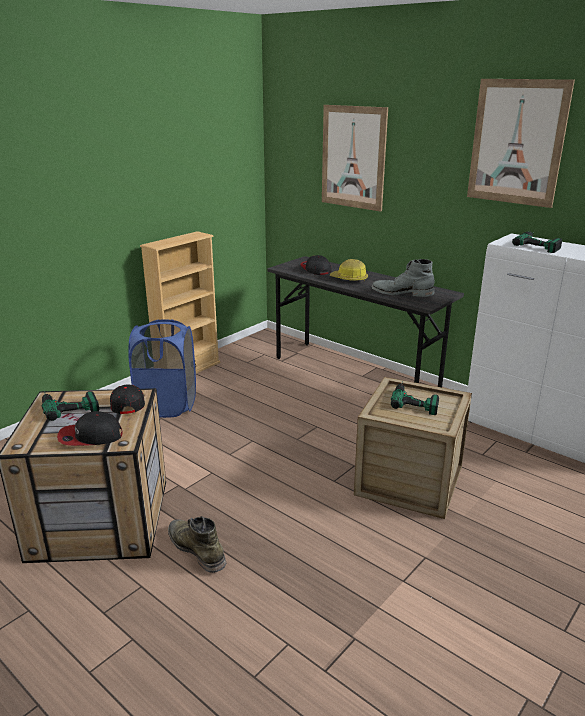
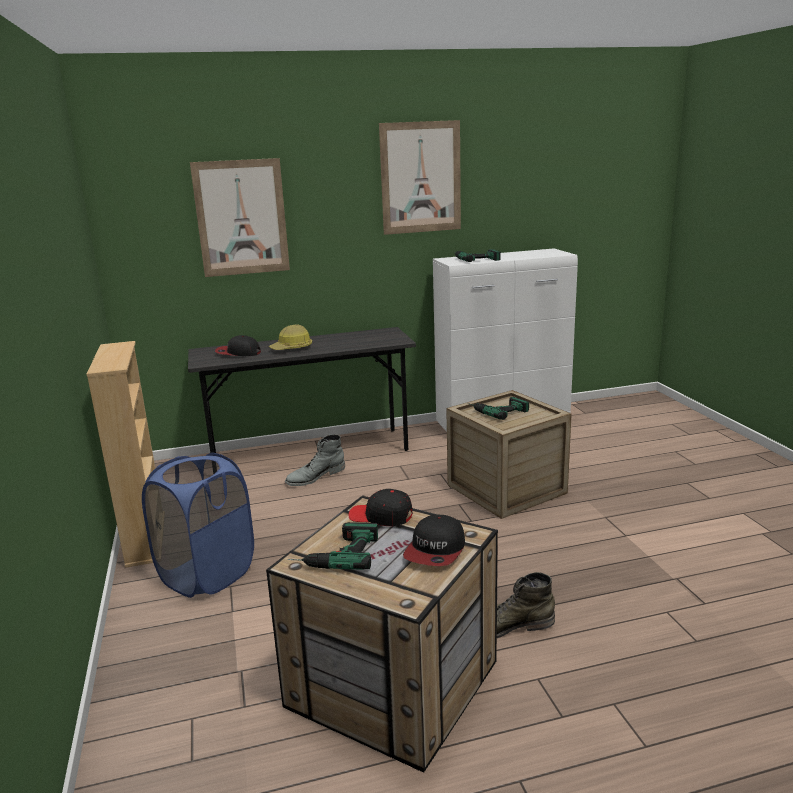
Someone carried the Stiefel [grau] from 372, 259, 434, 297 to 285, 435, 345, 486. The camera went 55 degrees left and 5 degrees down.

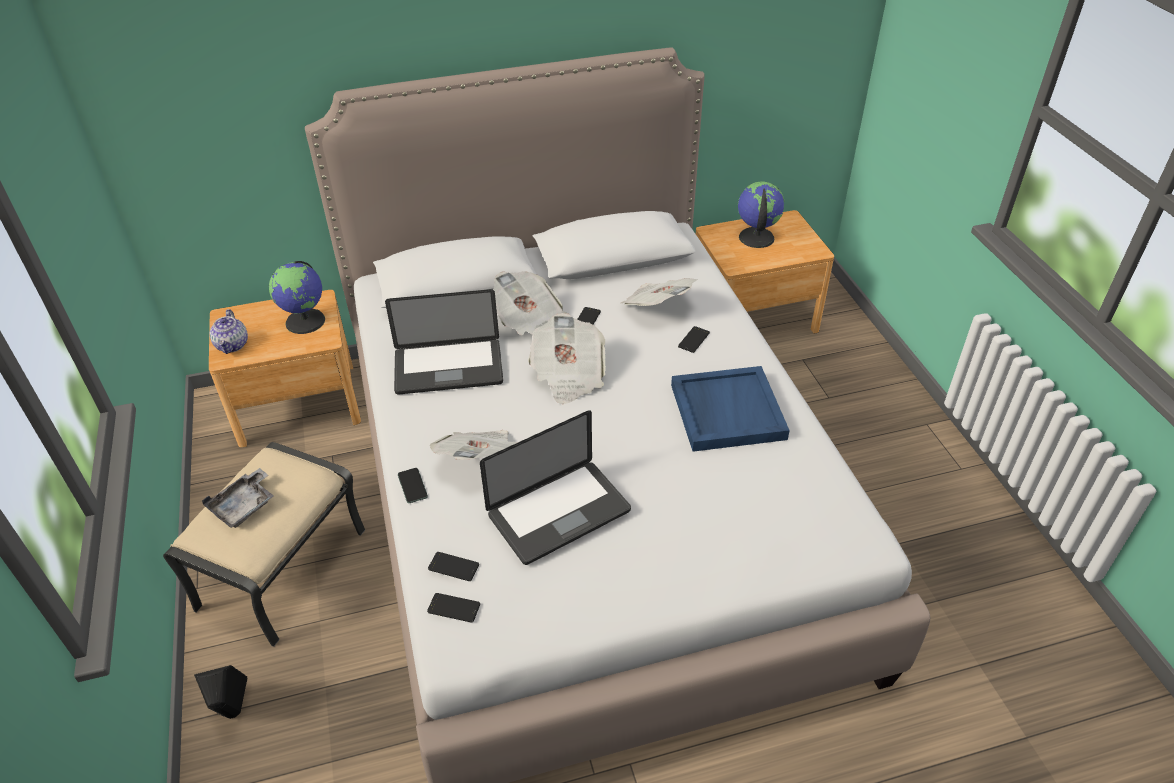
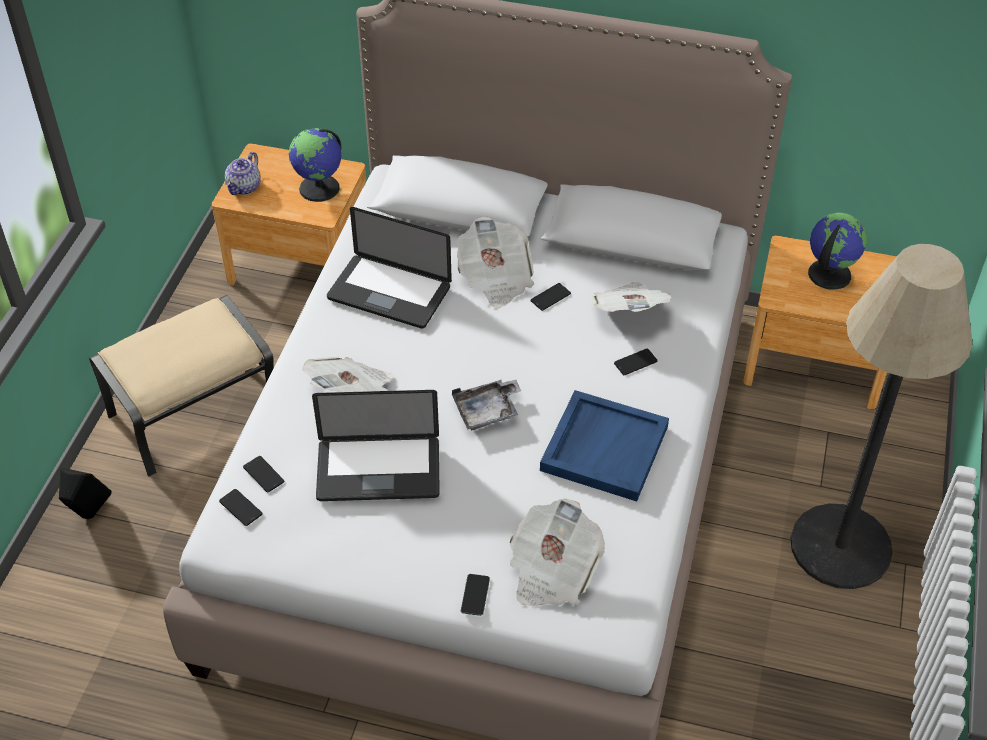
Someone carried the Zeitung from 528, 313, 606, 404 to 510, 499, 605, 606. Someone carried the Tablett [grau] from 202, 468, 274, 528 to 452, 380, 521, 430. Someone carried the Handy from 398, 468, 428, 503 to 461, 574, 490, 616. Someone put down the Stehlampe at 791, 244, 973, 589. The camera went 30 degrees right and 5 degrees up.

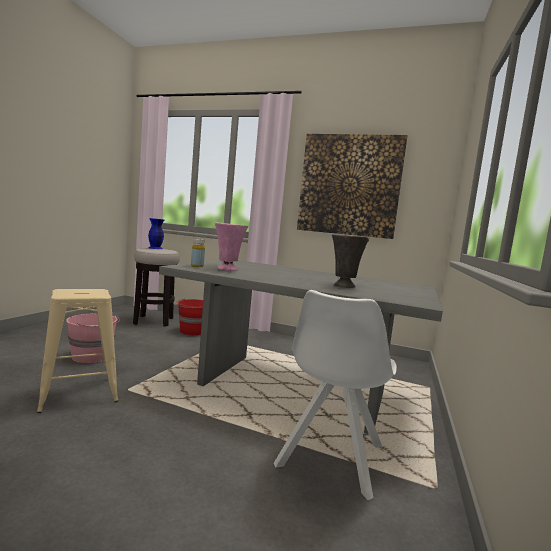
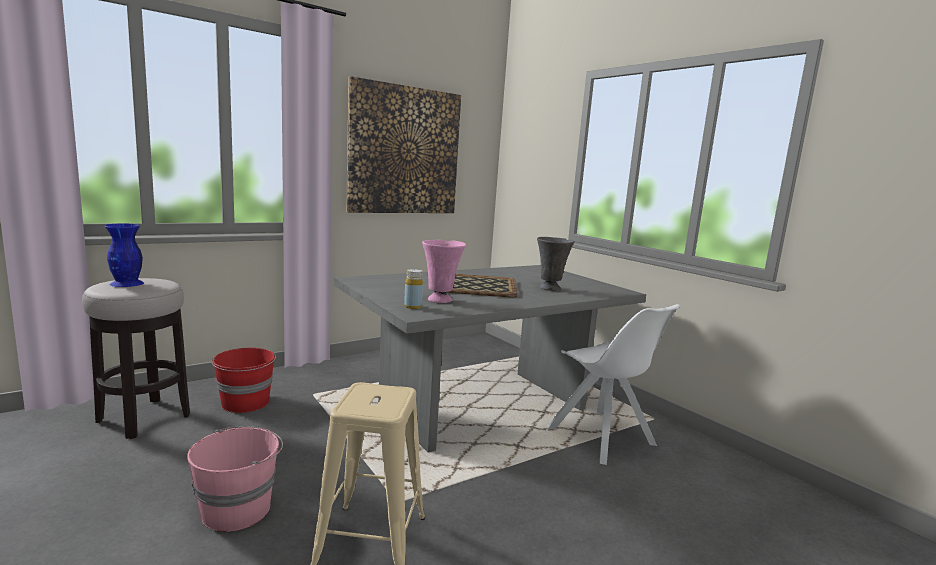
Someone put down the Tablett at 447, 274, 518, 298. The camera went 55 degrees left and 5 degrees up.

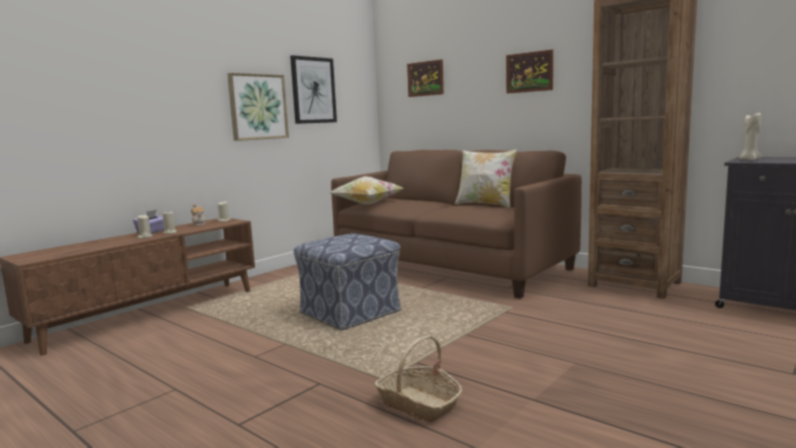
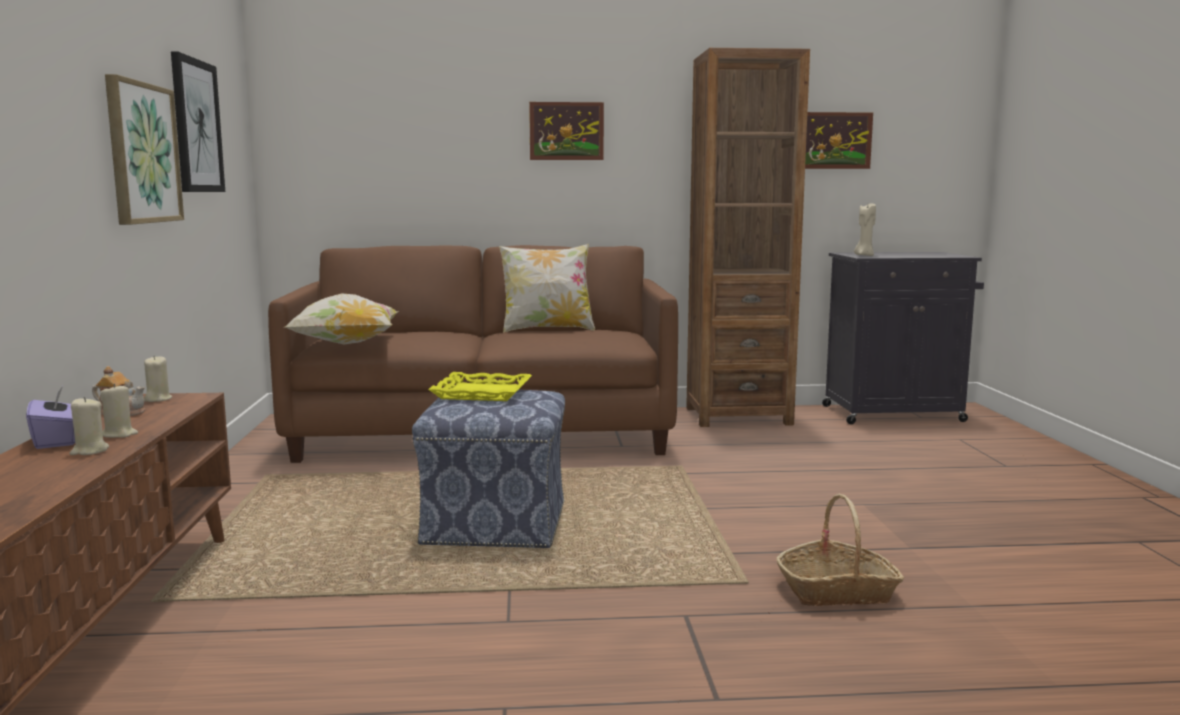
Someone carried the Bild from 407, 59, 444, 97 to 805, 112, 873, 169. Someone put down the Tablett [gelb] at 428, 372, 532, 401. The camera went 45 degrees left and 0 degrees up.

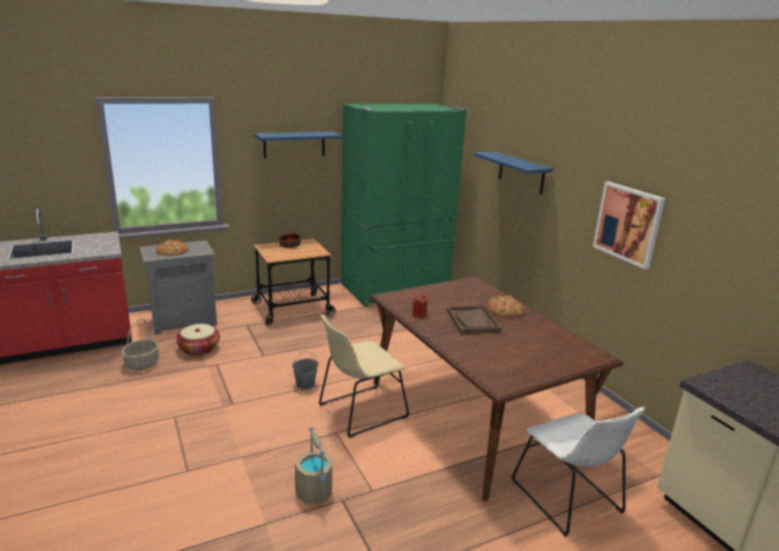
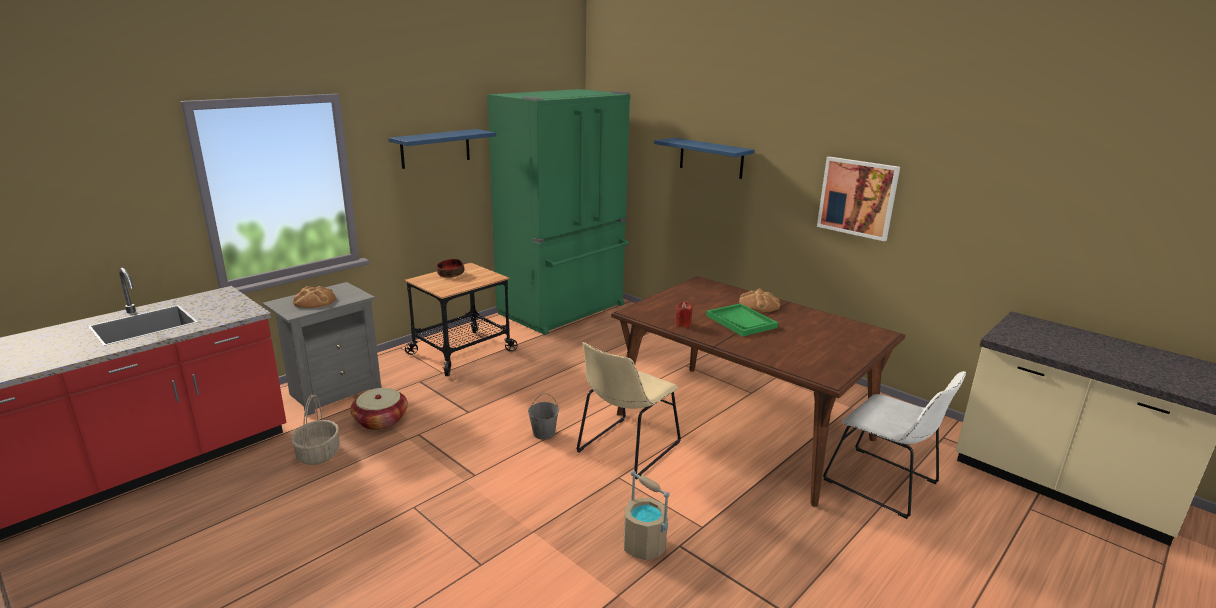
Someone repainted the Tablett [braun] at 447, 305, 501, 334, which became the Tablett [grün] at 706, 303, 778, 337. The camera went 20 degrees left and 0 degrees up.

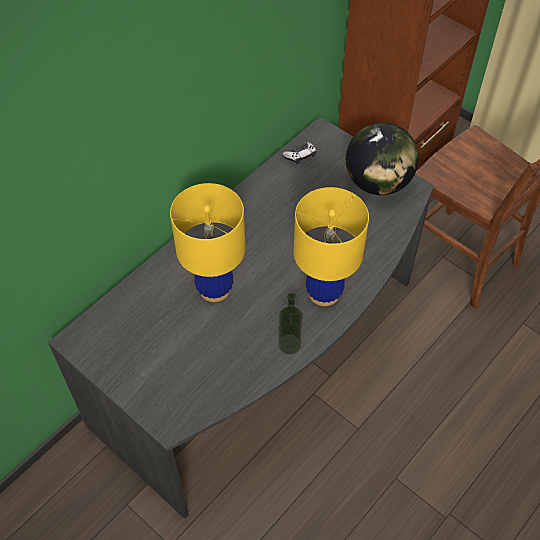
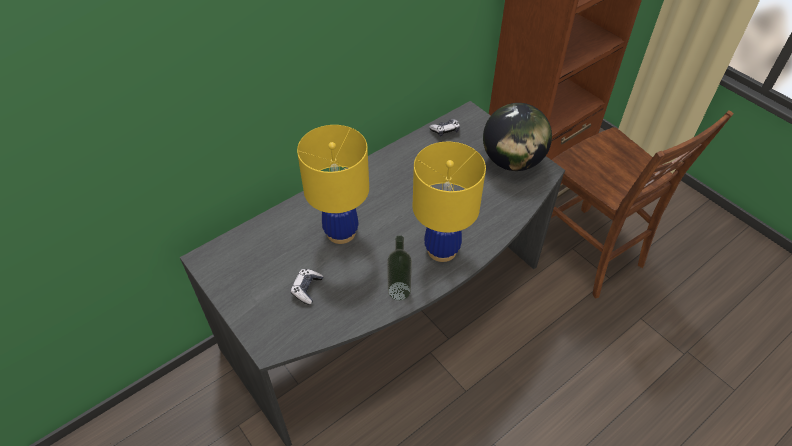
Someone put down the Gamepad at 291, 269, 324, 305. The camera went 10 degrees right and 5 degrees down.

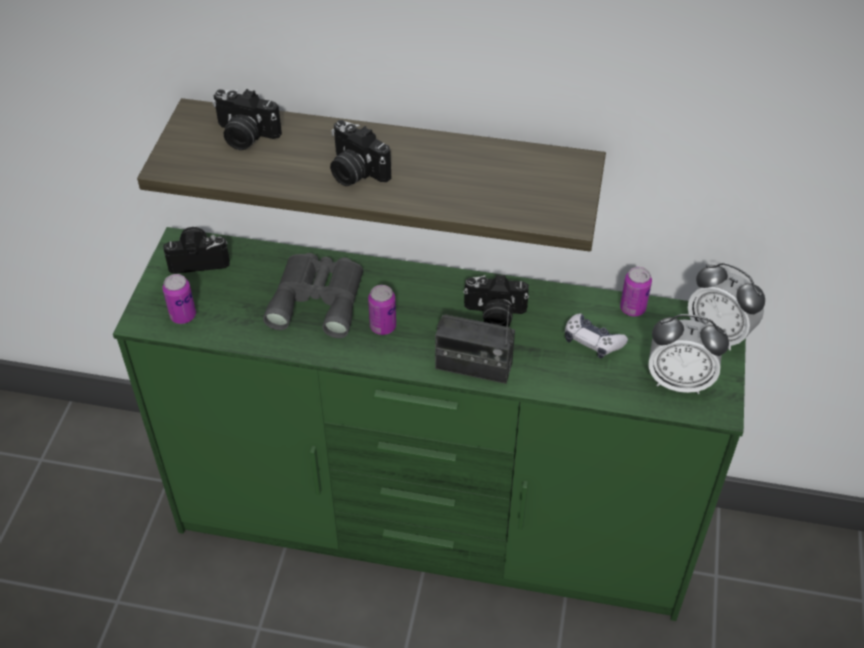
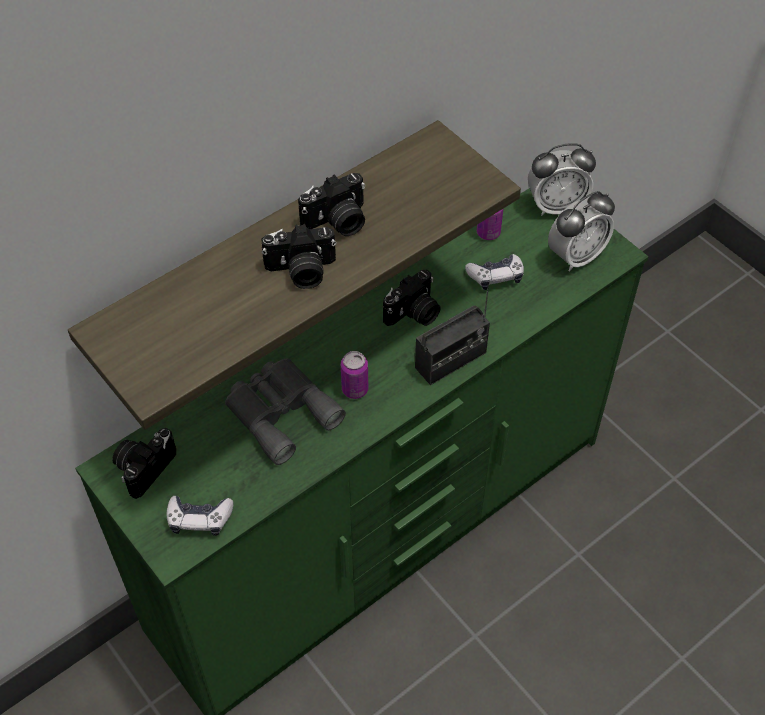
Someone carried the Kamera from 212, 89, 282, 150 to 298, 173, 365, 236. Someone swapped the Dose at 163, 274, 196, 324 for the Gamepad at 166, 496, 233, 536. The camera went 50 degrees left and 5 degrees up.

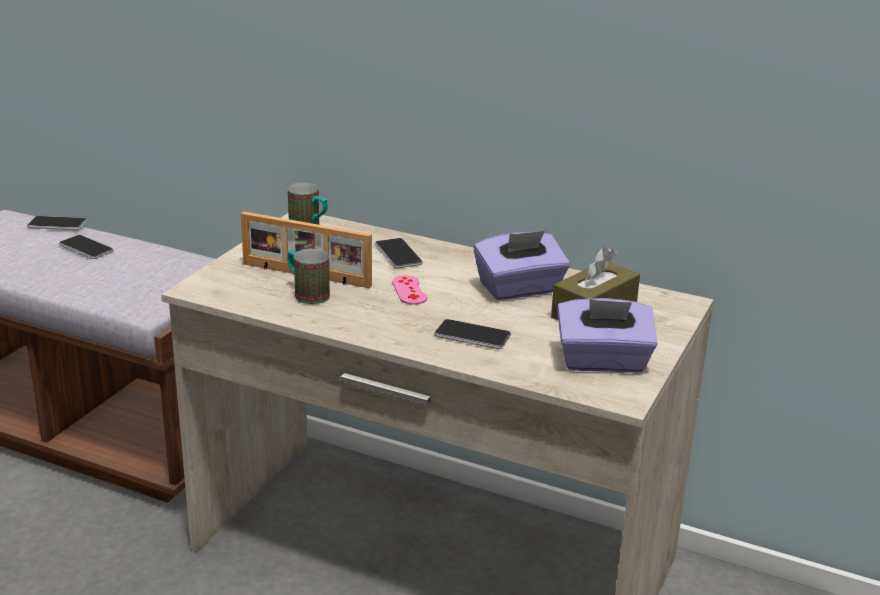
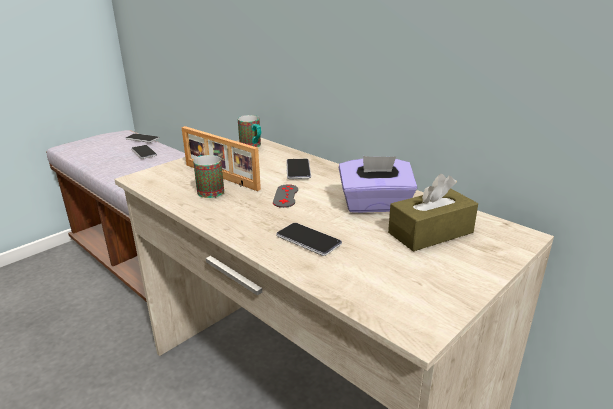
Someone repainted the Gamepad [rosa] at 392, 275, 427, 305, which became the Gamepad [grau] at 273, 184, 298, 208. Someone took away the Taschentuchbox [lila] at 557, 298, 658, 373. The camera went 20 degrees right and 0 degrees up.

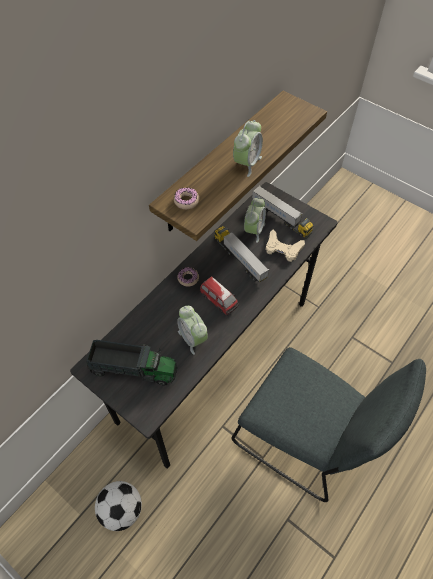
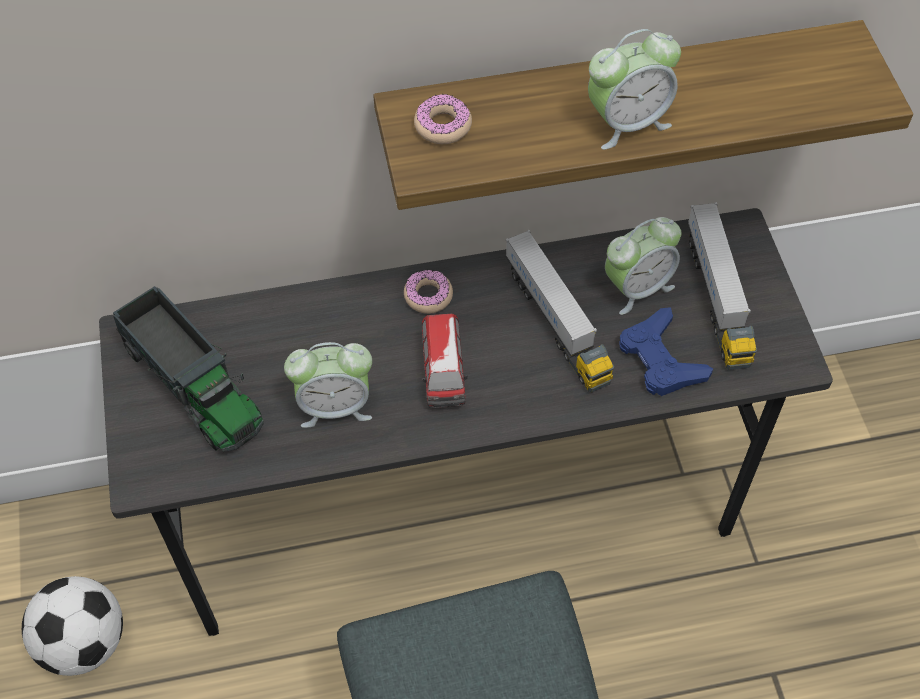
Someone rotated the Spielzeuglaster at 214, 226, 269, 283 by 150 degrees clockwise. Someone repainted the Gamepad [beige] at 266, 230, 305, 262, which became the Gamepad [blau] at 619, 307, 713, 396. Someone rotated the Wecker at 177, 306, 208, 355 by 105 degrees counterclockwise. The camera went 40 degrees right and 0 degrees up.

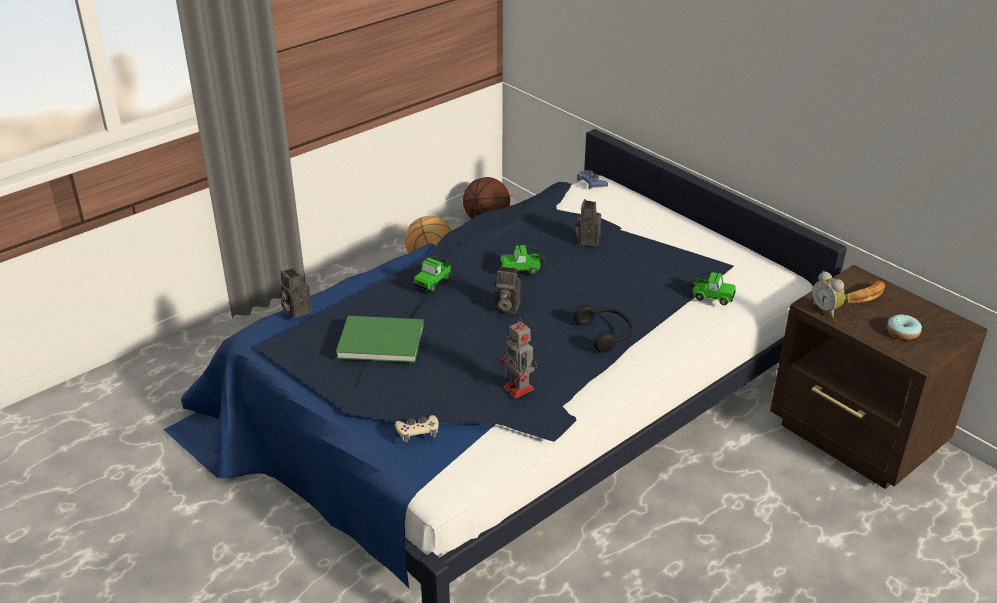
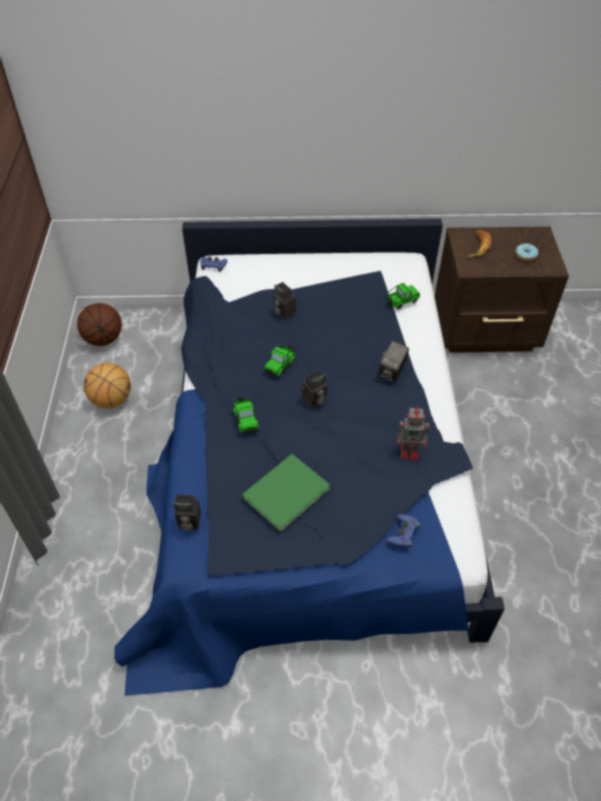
Someone took away the Wecker at 812, 271, 845, 318. Someone swapped the Kopfhörer [schwarz] at 573, 304, 633, 353 for the Kamera at 379, 341, 409, 382. Someone repainted the Gamepad [beige] at 395, 415, 439, 442, which became the Gamepad [blau] at 386, 514, 421, 548. The camera went 50 degrees left and 15 degrees up.

